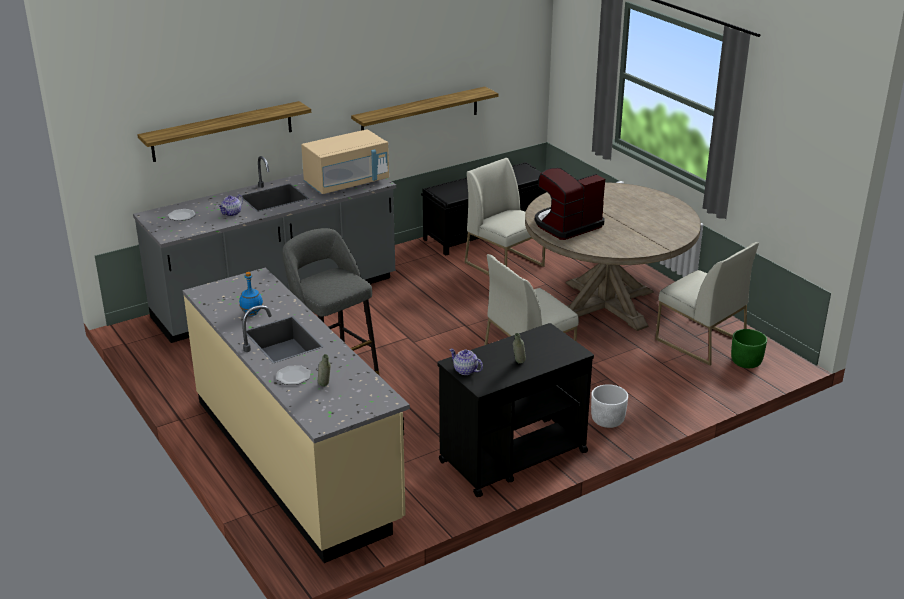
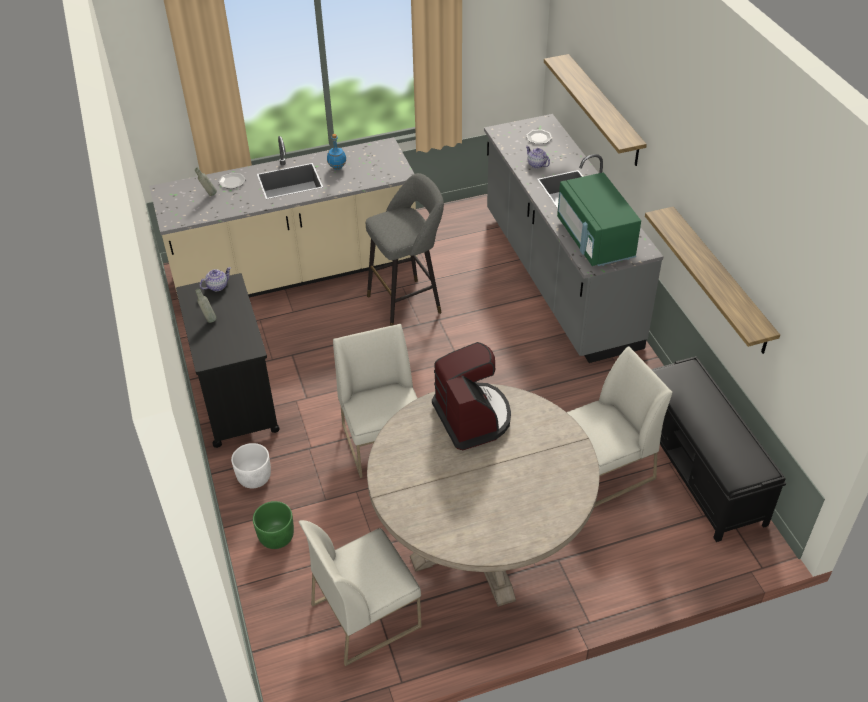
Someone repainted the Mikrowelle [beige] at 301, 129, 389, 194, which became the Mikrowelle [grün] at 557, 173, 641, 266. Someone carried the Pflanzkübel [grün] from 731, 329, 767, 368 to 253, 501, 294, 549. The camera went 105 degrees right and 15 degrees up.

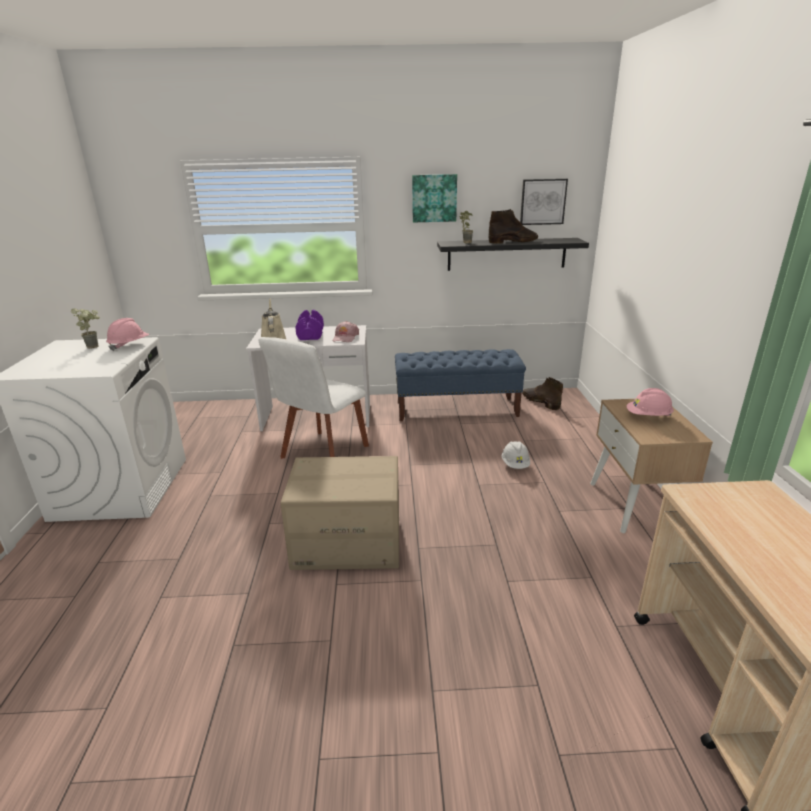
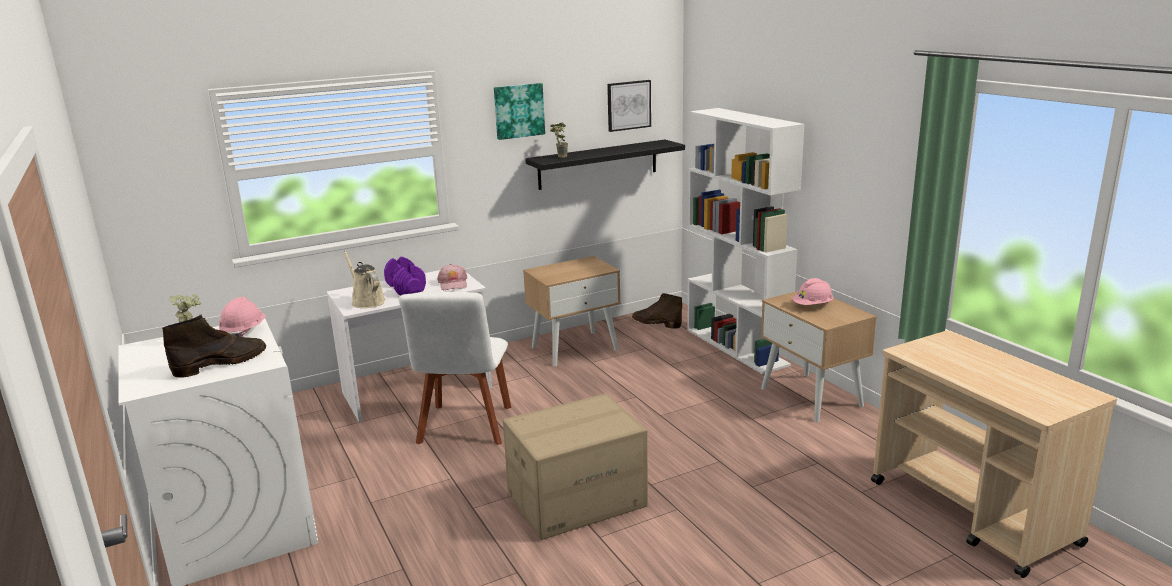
Someone carried the Stiefel [braun] from 488, 209, 538, 244 to 162, 315, 266, 378. Someone swapped the Bank [blau] at 395, 349, 526, 421 for the Nachttisch [beige] at 523, 256, 621, 366. Someone took away the Schutzhelm [weiß] at 502, 441, 530, 469. Someone put down the Bücherregal [weiß] at 687, 108, 805, 374. The camera went 25 degrees left and 5 degrees down.

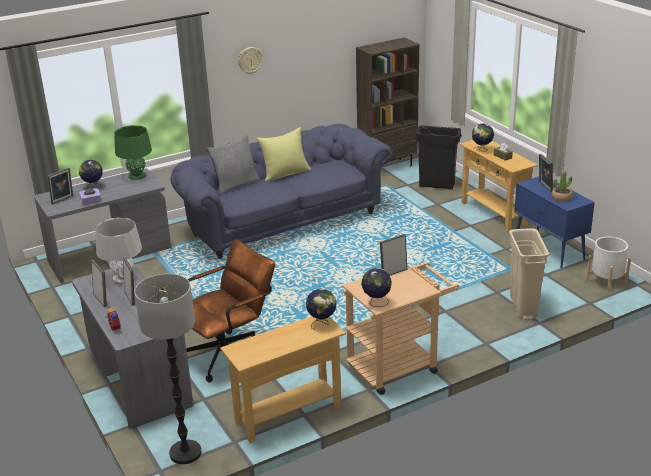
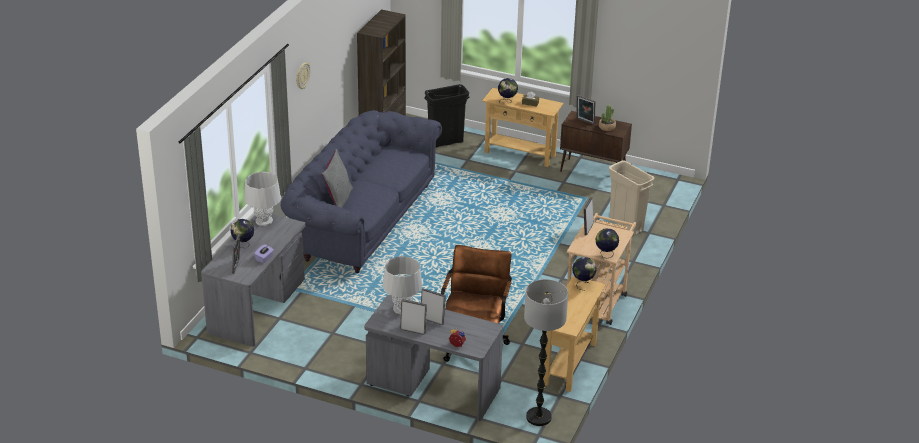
Someone repainted the Tischlampe [grün] at 114, 125, 152, 180, which became the Tischlampe [grau] at 244, 172, 281, 226. Someone took away the Kissen [gelb] at 256, 127, 311, 182. Someone repainted the Schrank [blau] at 514, 176, 595, 268, which became the Schrank [braun] at 560, 111, 632, 172. Someone took away the Pflanzkübel [weiß] at 586, 237, 631, 293. The camera went 40 degrees left and 5 degrees up.

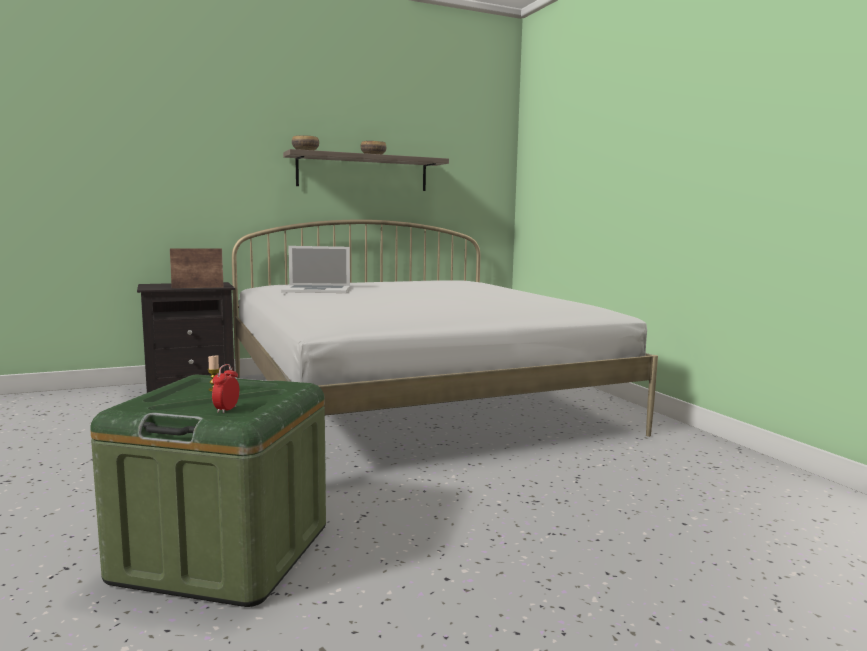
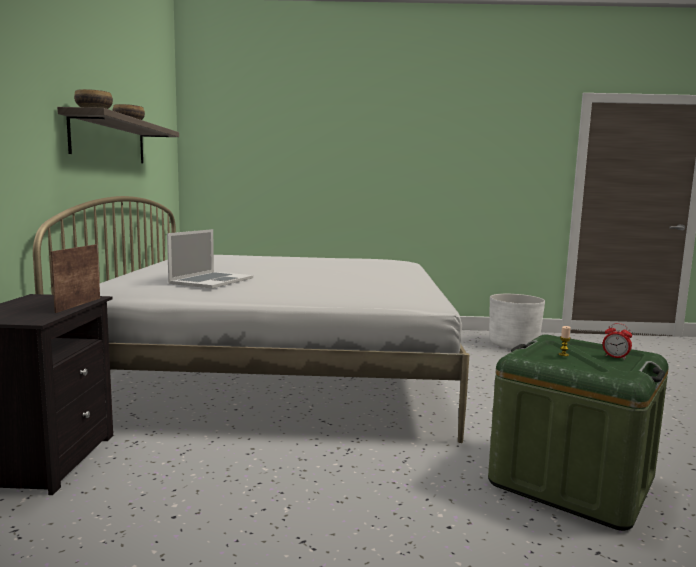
Someone put down the Pflanzkübel [weiß] at 489, 294, 545, 349. The camera went 65 degrees left and 0 degrees up.

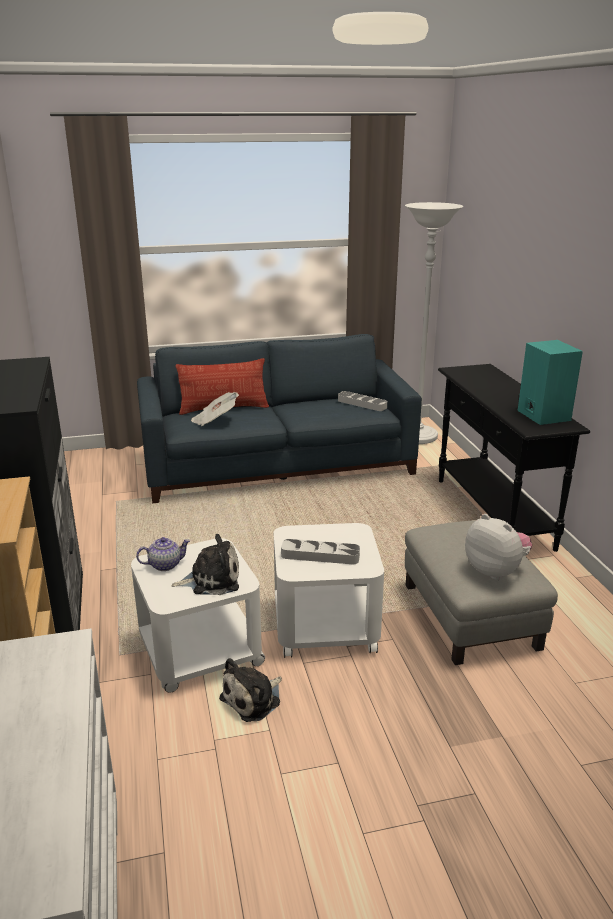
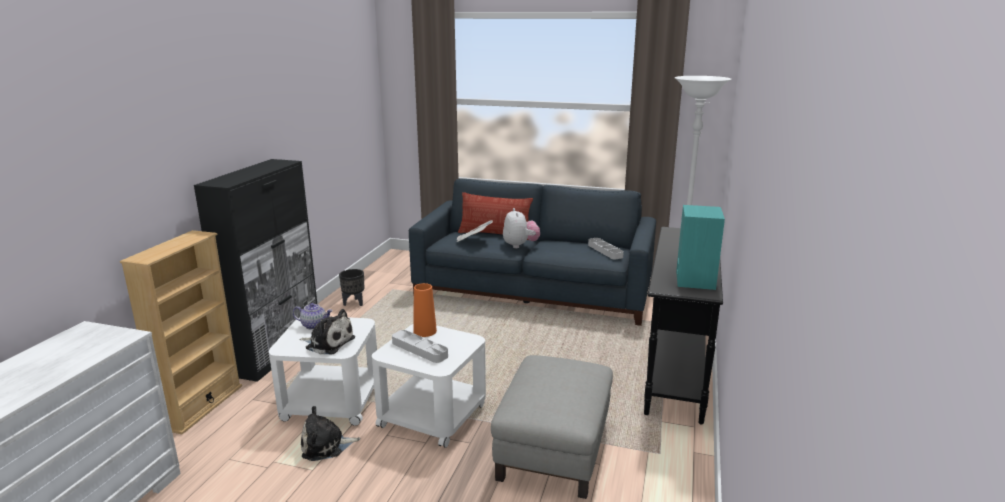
Someone carried the Plüschtier from 465, 514, 532, 580 to 503, 208, 540, 248. Someone put down the Pflanzkübel [schwarz] at 339, 269, 364, 306. Someone put down the Vase [orange] at 413, 283, 437, 337. The camera went 30 degrees right and 5 degrees down.

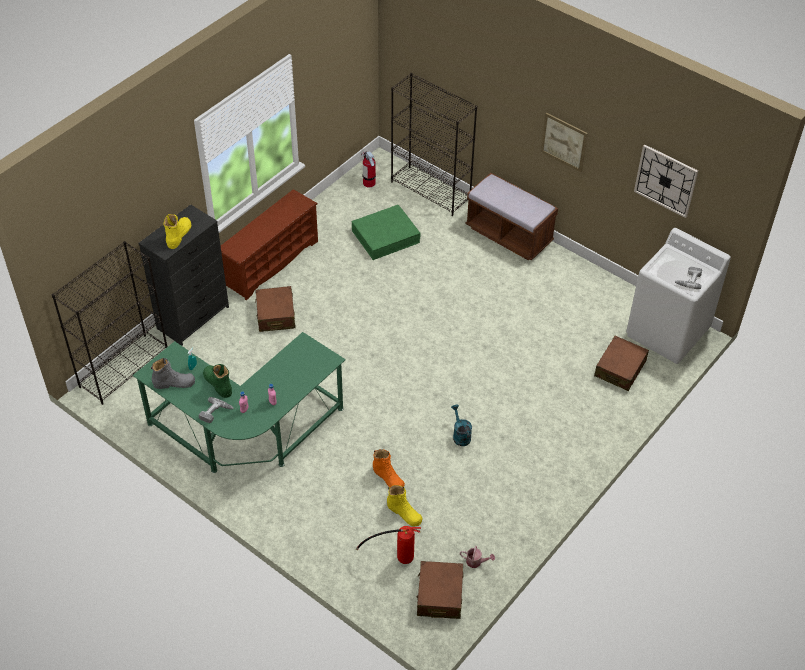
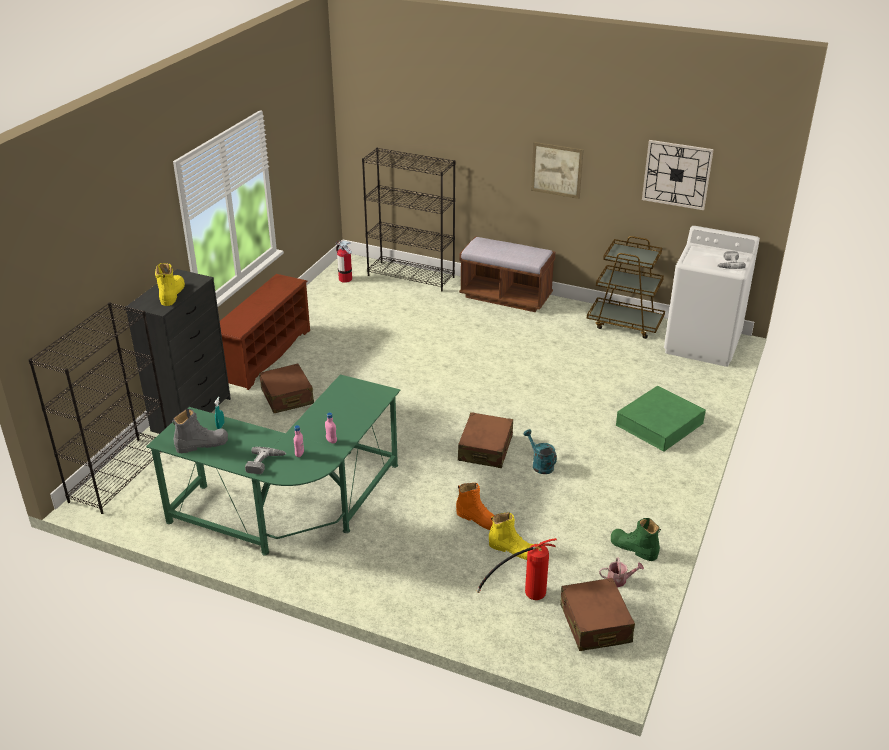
Someone carried the Aufbewahrungsbox [grün] from 352, 205, 421, 260 to 616, 386, 706, 452. Someone carried the Koffer [braun] from 594, 336, 649, 391 to 458, 412, 513, 468. Someone carried the Stiefel [grün] from 203, 364, 232, 398 to 611, 518, 661, 561. Someone put down the Rollwagen [braun] at 587, 236, 665, 339. The camera went 15 degrees left and 15 degrees down.

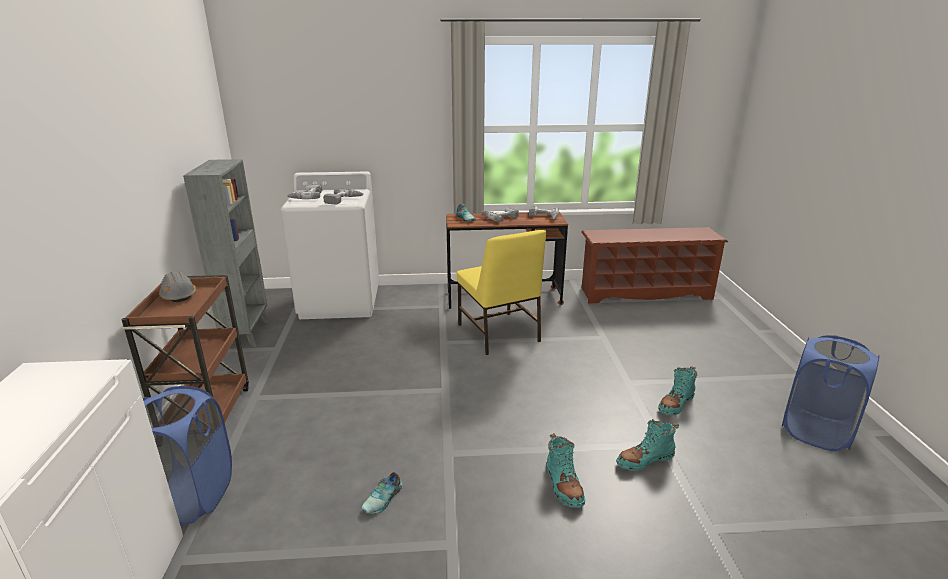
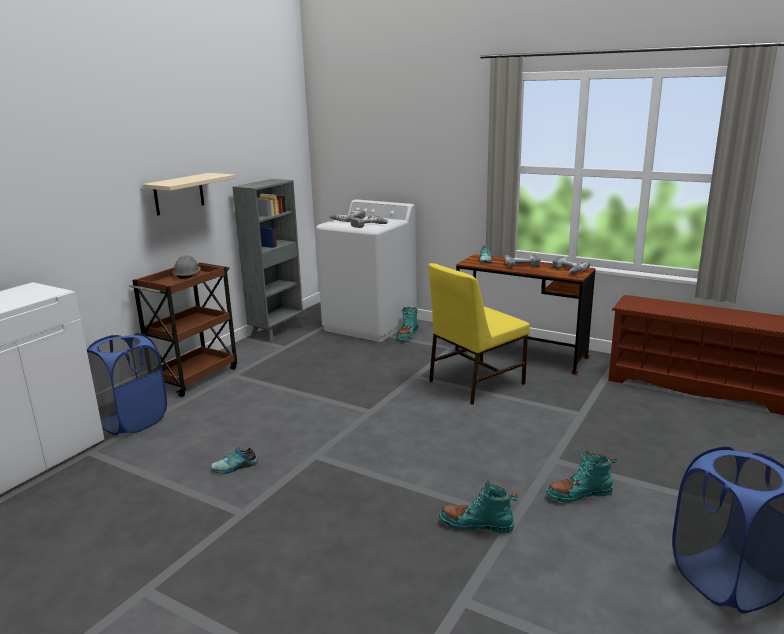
Someone rotated the Stuhl [gelb] at 456, 230, 546, 355 by 45 degrees clockwise. Someone carried the Stiefel [türkis] from 546, 433, 585, 508 to 396, 307, 418, 340. Someone put up the Wandregal [beige] at 142, 173, 235, 215. The camera went 35 degrees right and 5 degrees down.

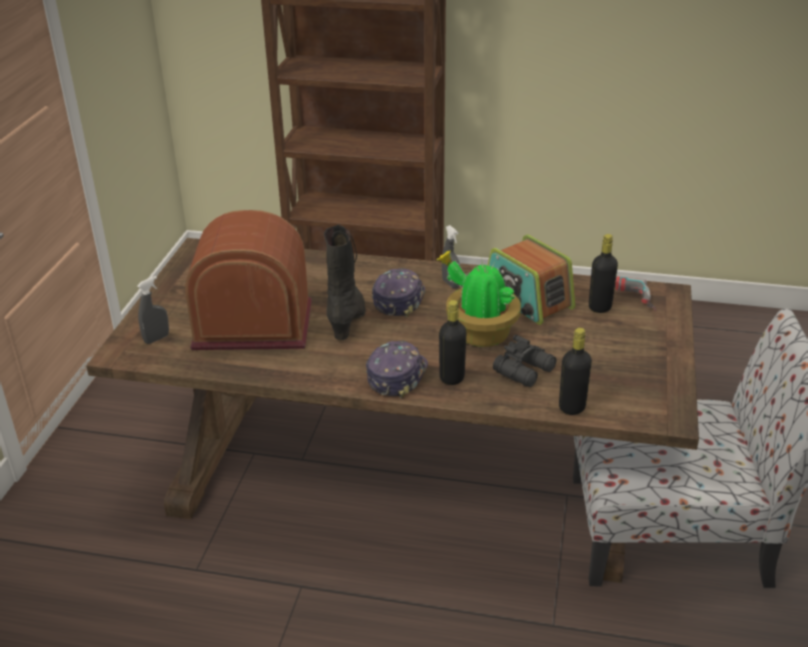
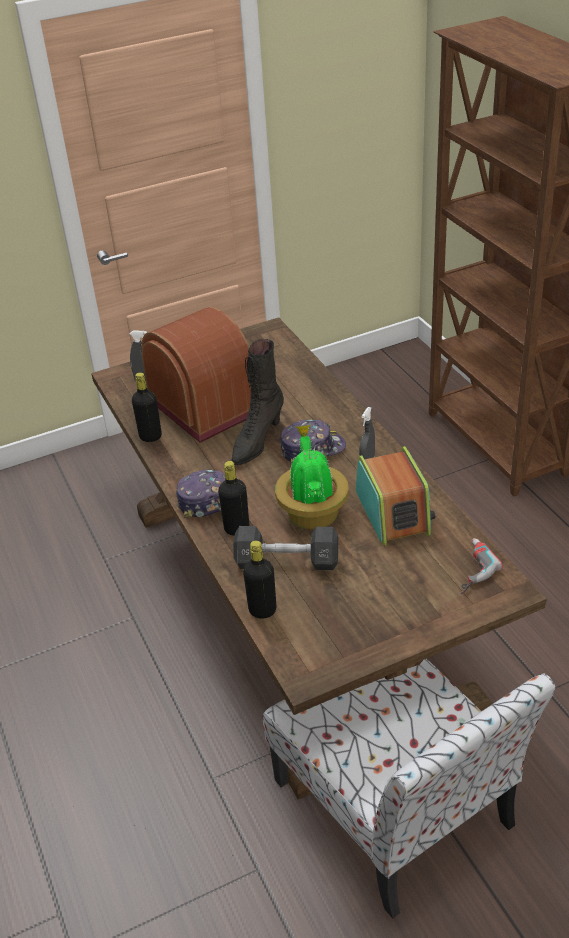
Someone rotated the Stiefel [schwarz] at 324, 224, 366, 340 by 150 degrees clockwise. Someone rotated the Radio at 487, 234, 575, 325 by 150 degrees clockwise. Someone carried the Flasche [schwarz] from 589, 234, 618, 313 to 132, 373, 162, 442. Someone swapped the Fernglas [schwarz] at 493, 334, 557, 387 for the Hantel [schwarz] at 233, 526, 338, 570. The camera went 55 degrees right and 5 degrees up.

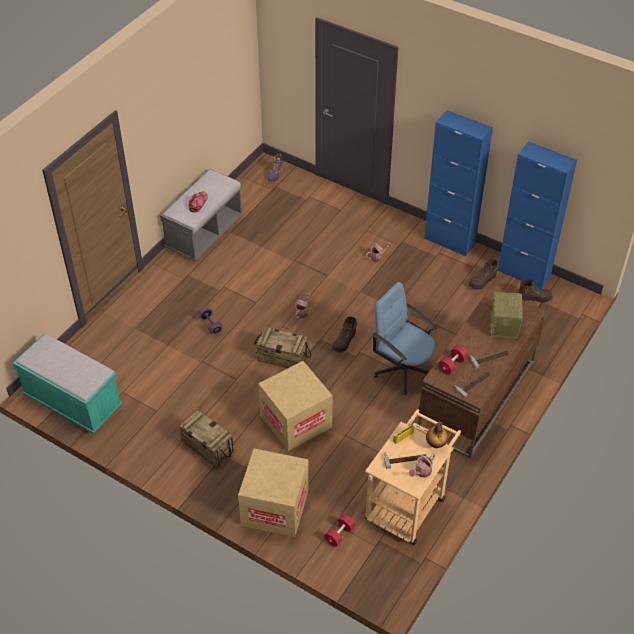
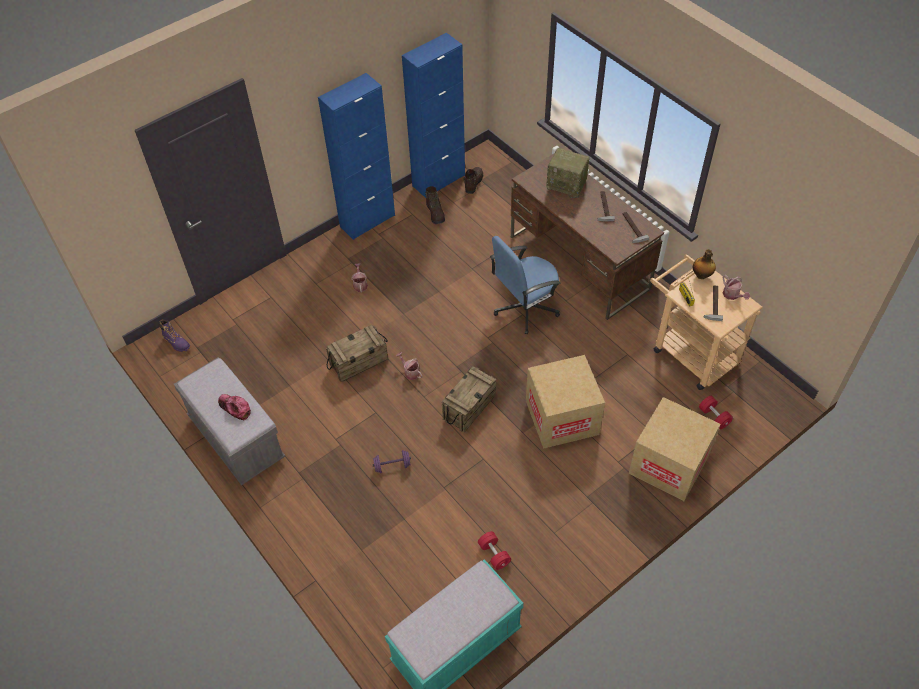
Someone took away the Stiefel [braun] at 332, 317, 358, 353. Someone carried the Hantel [rot] from 438, 345, 468, 375 to 478, 531, 511, 570. Someone carried the Kiste from 179, 410, 235, 468 to 326, 325, 388, 382. The camera went 70 degrees left and 5 degrees up.

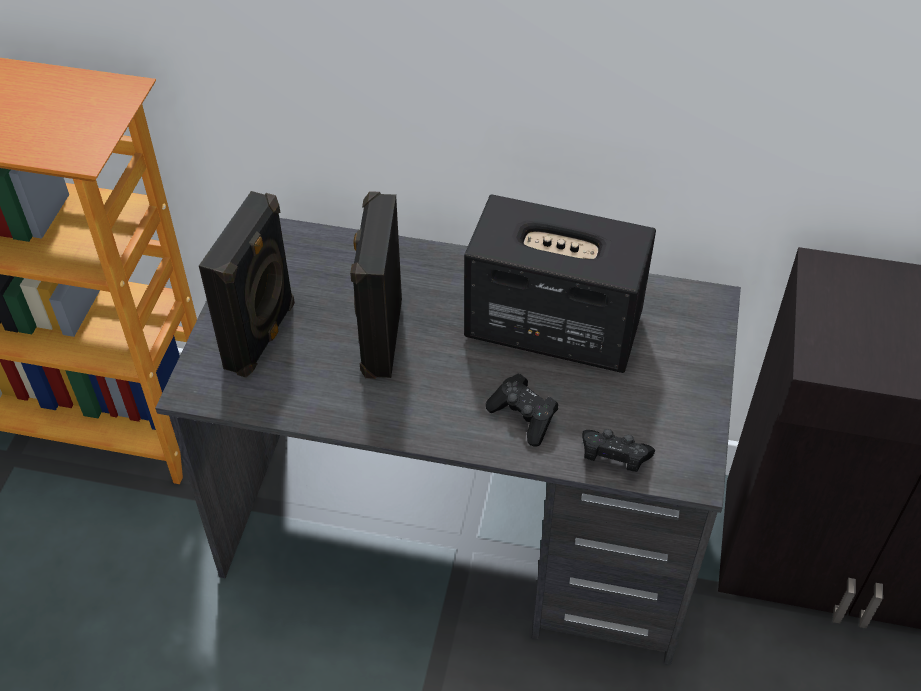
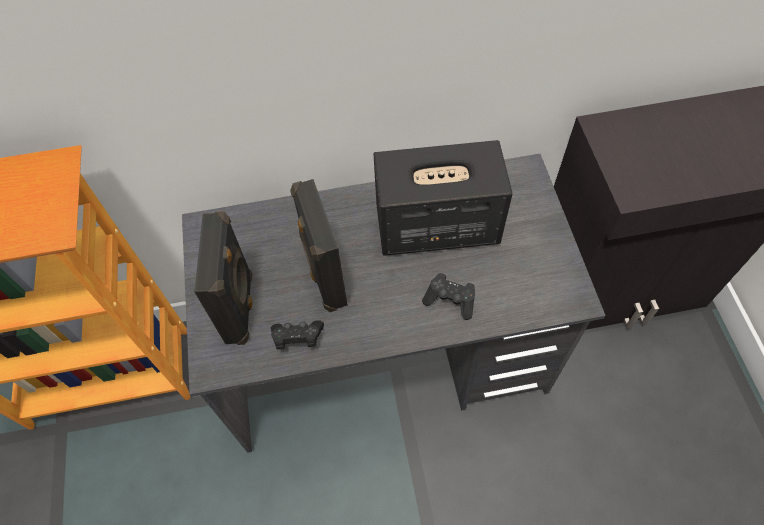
Someone carried the Gamepad [schwarz] from 582, 429, 655, 472 to 271, 320, 324, 349. The camera went 20 degrees left and 10 degrees up.

